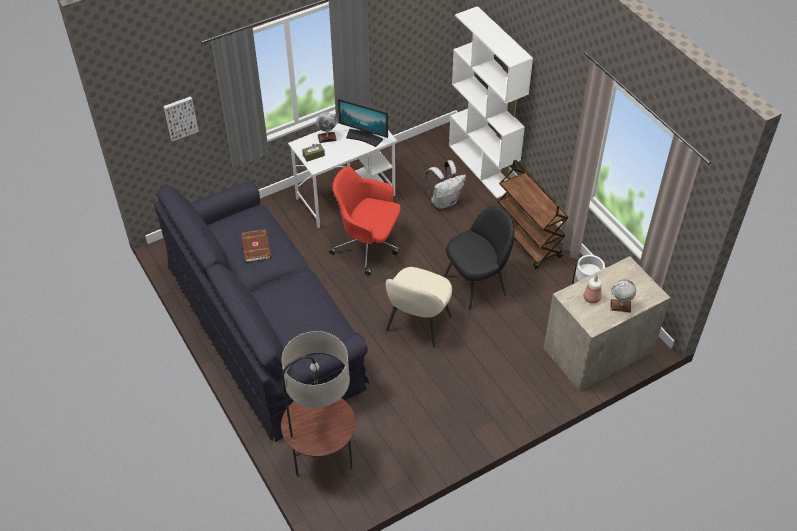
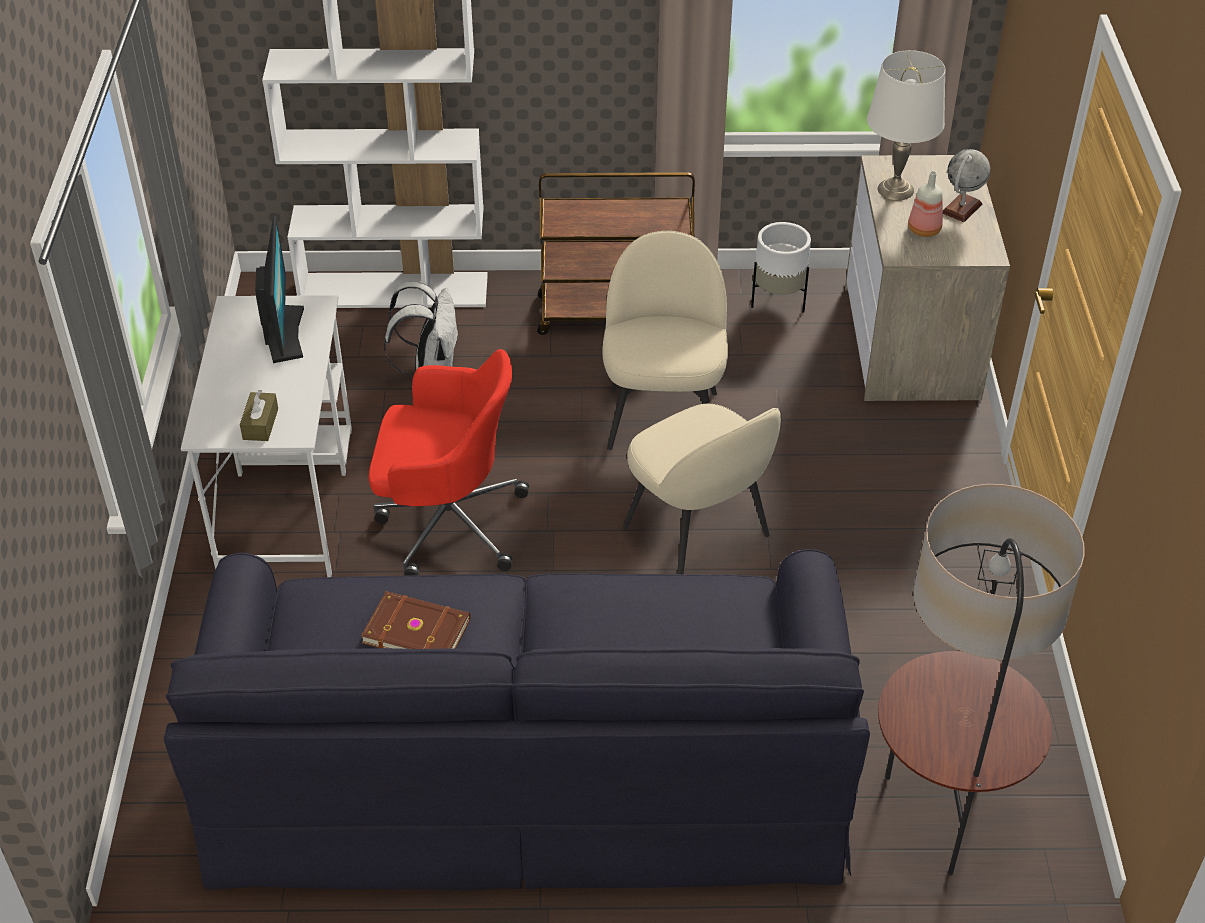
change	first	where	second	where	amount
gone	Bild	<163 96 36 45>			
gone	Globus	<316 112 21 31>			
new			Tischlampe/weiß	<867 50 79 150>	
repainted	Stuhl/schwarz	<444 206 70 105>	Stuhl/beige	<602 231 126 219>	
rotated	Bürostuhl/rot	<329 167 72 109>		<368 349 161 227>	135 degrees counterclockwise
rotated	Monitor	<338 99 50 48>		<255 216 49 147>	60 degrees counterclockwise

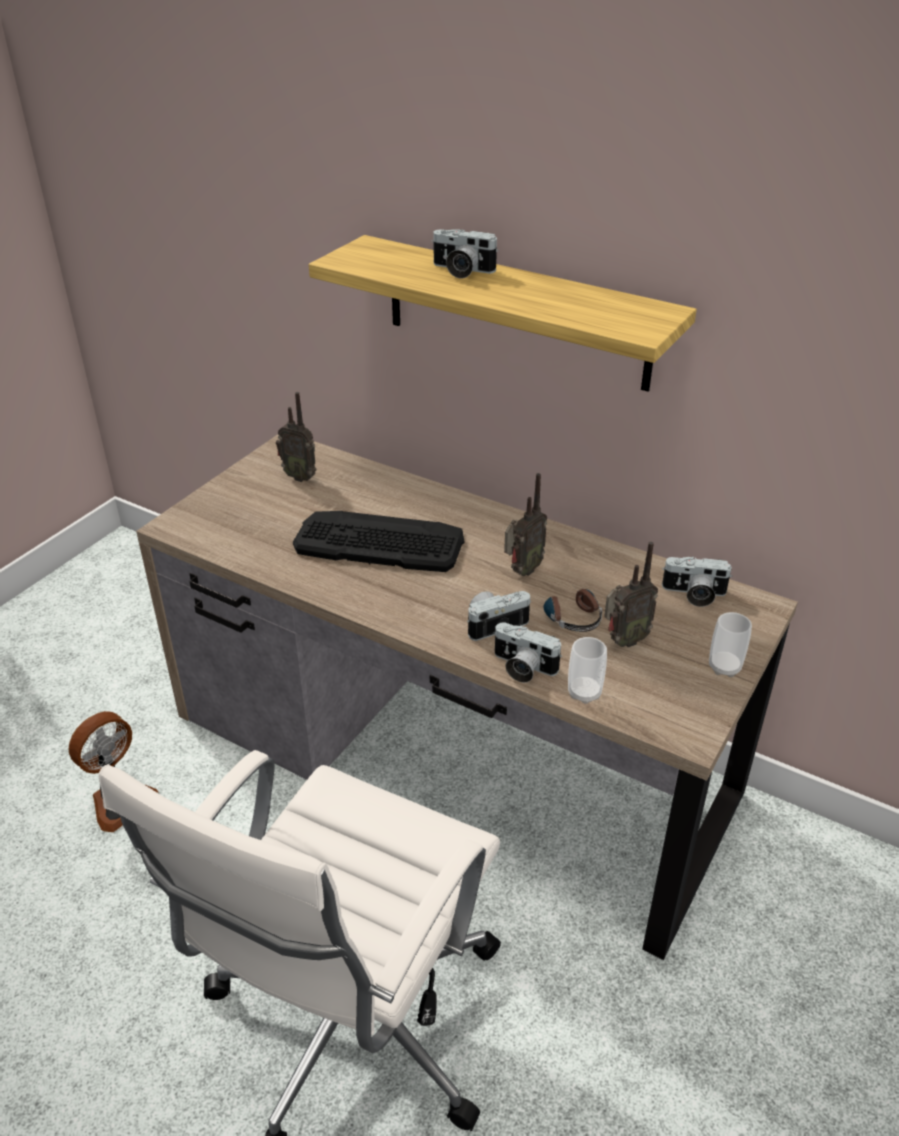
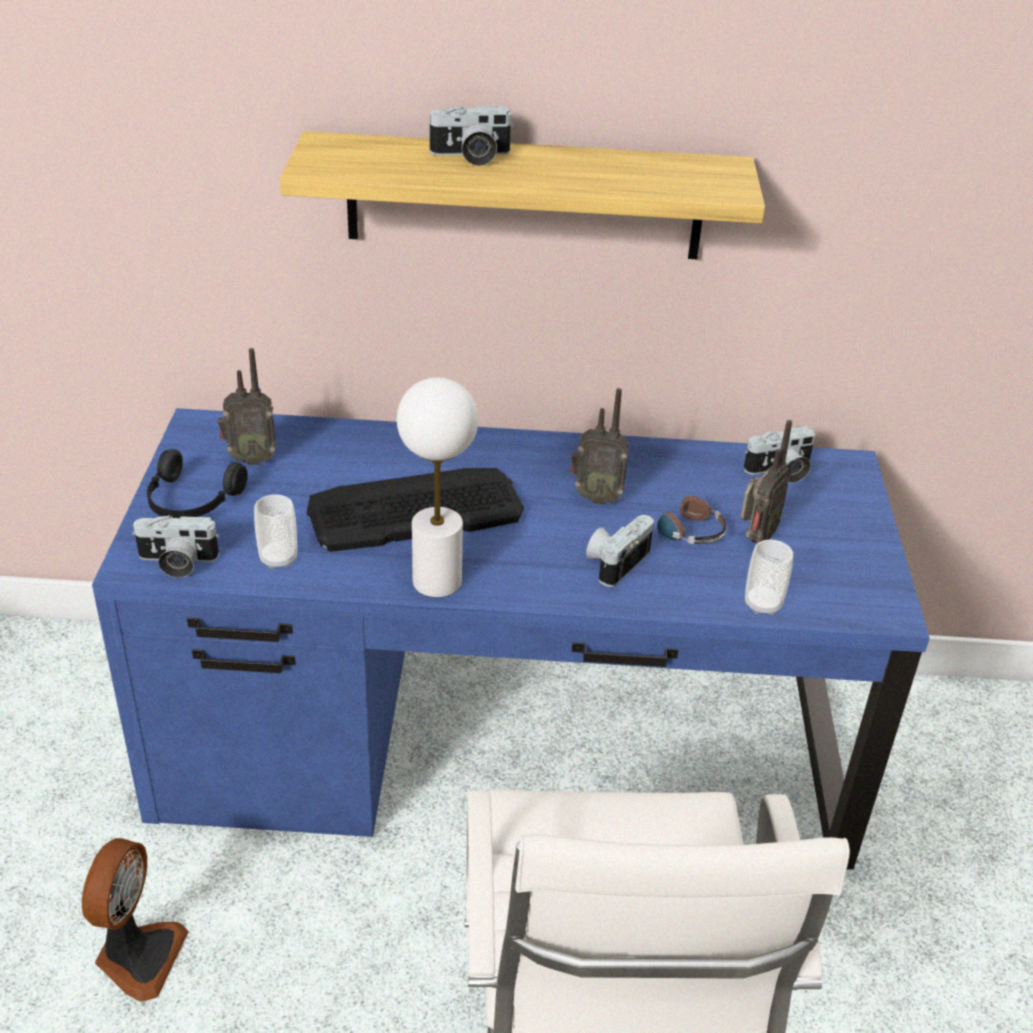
change	first	where	second	where	amount
new			Kopfhörer/schwarz	<147 449 101 69>	
new			Tischlampe/weiß	<397 377 81 220>	
shifted	Kamera	<494 622 68 61>		<132 515 87 63>	
shifted	Tasse	<709 612 43 65>		<254 494 43 75>	
repainted	Schreibtisch/braun	<136 435 662 525>	Schreibtisch/blau	<92 408 838 462>	
rotated	Radio	<504 473 43 103>		<570 388 59 117>	90 degrees clockwise

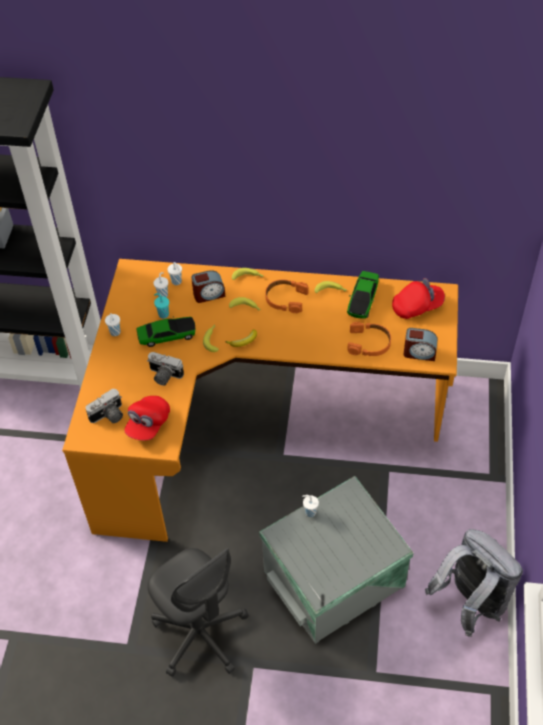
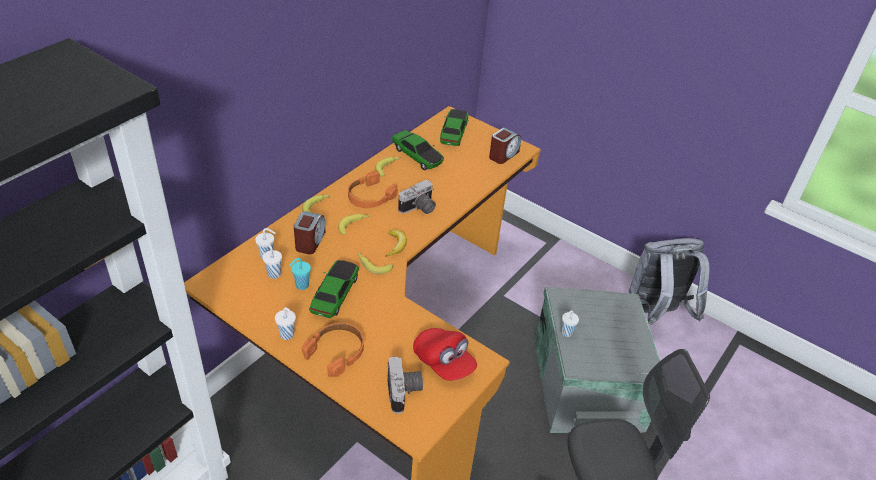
change	first	where	second	where	amount
shifted	Kamera	<147 352 37 34>		<398 180 38 34>	
shifted	Kopfhörer/orange	<347 322 44 34>		<302 323 62 54>	
swapped	Kappe/rot	<392 278 53 41>	Spielzeugauto	<440 109 29 37>	

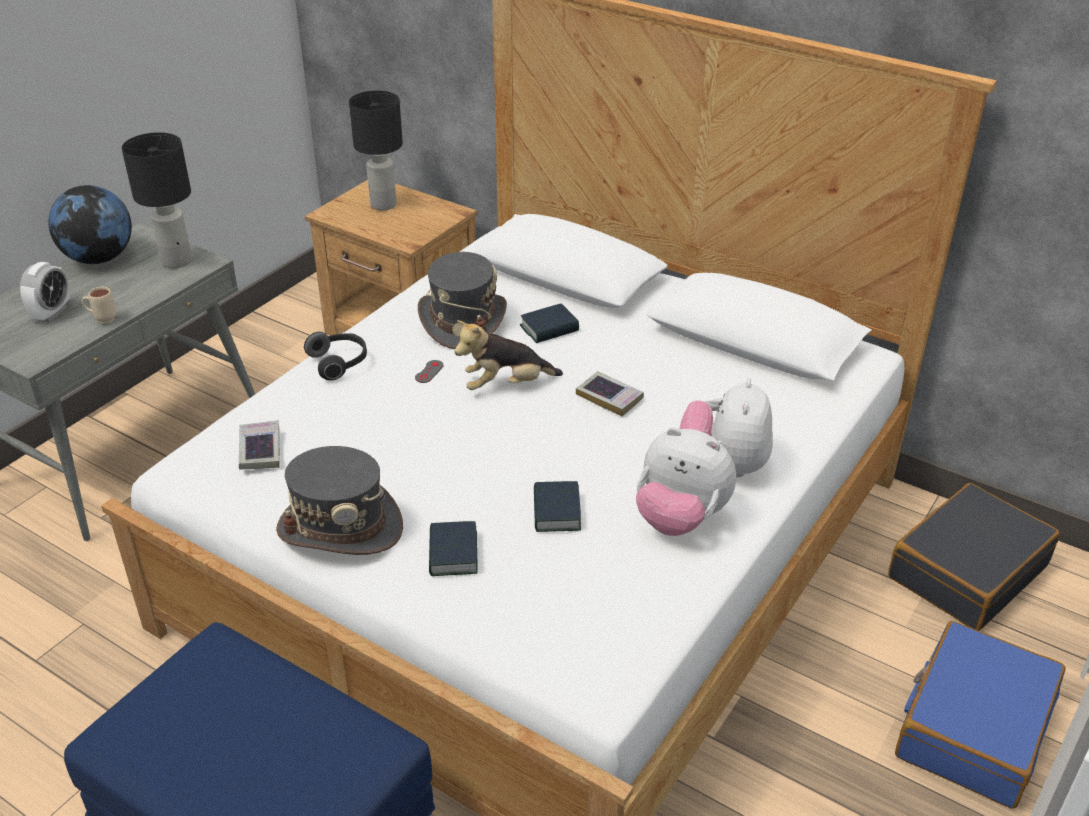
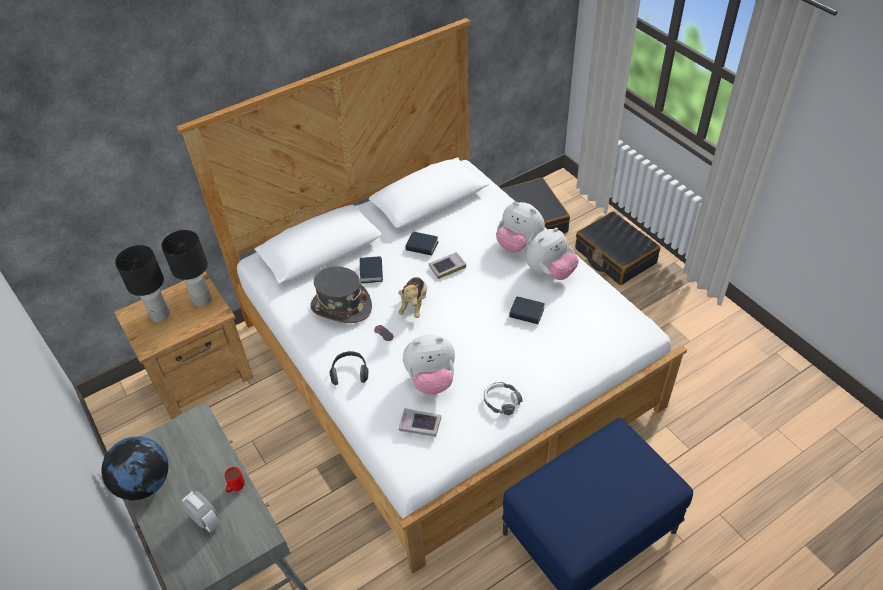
change	first	where	second	where	amount
new			Plüschtier	<403 335 52 60>	
shifted	Tischlampe/schwarz	<122 132 70 136>		<161 230 51 77>	
shifted	Buch	<429 521 49 55>		<405 232 34 24>	
swapped	Hut/grau	<276 446 127 109>	Kopfhörer	<484 382 39 33>	
repainted	Henkelbecher/beige	<82 287 34 37>	Henkelbecher/rot	<224 467 21 26>	
repainted	Koffer/blau	<895 621 171 188>	Koffer/schwarz	<575 212 85 73>	

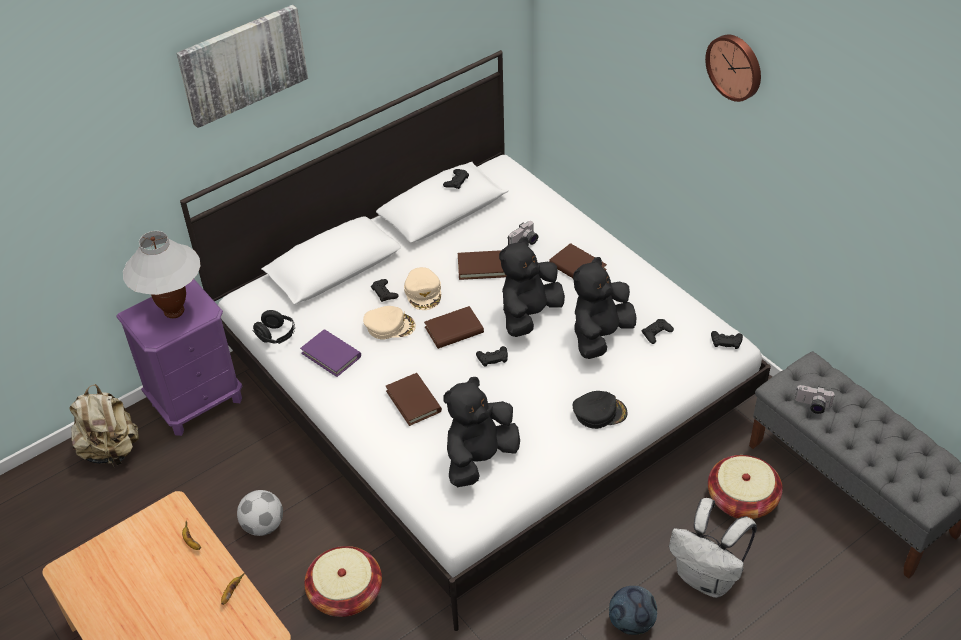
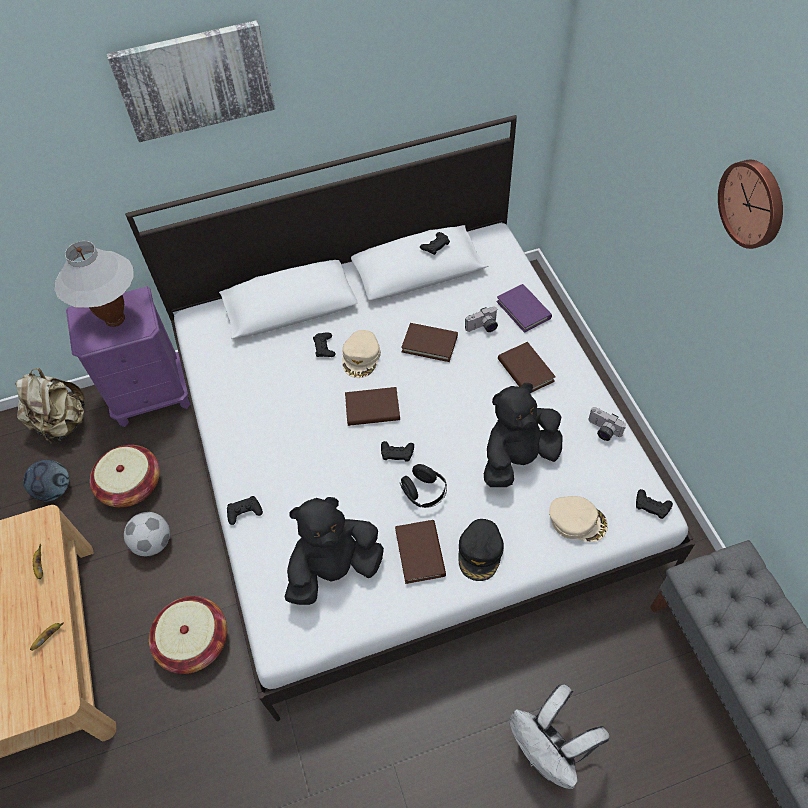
change	first	where	second	where	amount
gone	Plüschtier/schwarz	<499 237 66 100>			
shifted	Kopfhörer/schwarz	<253 310 42 34>		<400 464 47 44>	
shifted	Buch/lila	<300 329 61 48>		<496 284 56 49>	
shifted	Kappe/beige	<363 306 53 34>		<549 496 59 46>	
shifted	Buch/braun	<386 373 56 53>		<395 520 51 64>	
shifted	Fußball	<609 586 48 49>		<23 460 46 41>	
shifted	Gamepad/schwarz	<642 319 32 25>		<227 496 36 29>	
shifted	Korb	<708 455 75 64>		<90 445 70 62>	
shifted	Kamera	<795 385 40 29>		<588 407 38 34>	
rotated	Kappe/schwarz	<573 391 54 38>		<458 519 46 62>	90 degrees clockwise

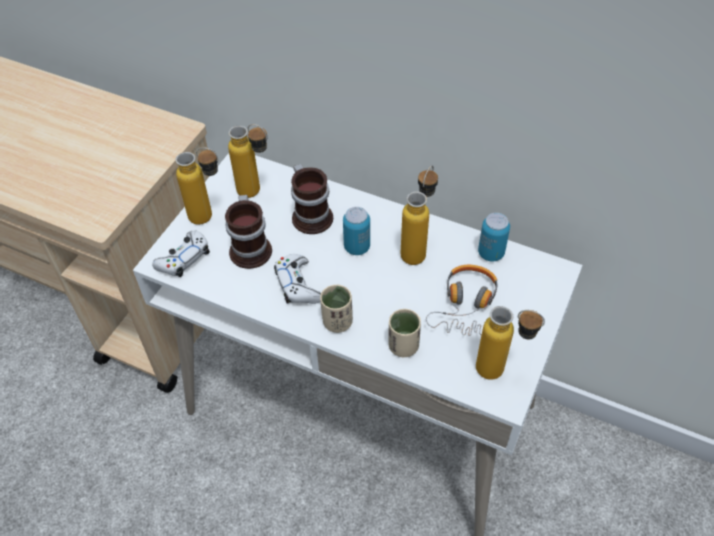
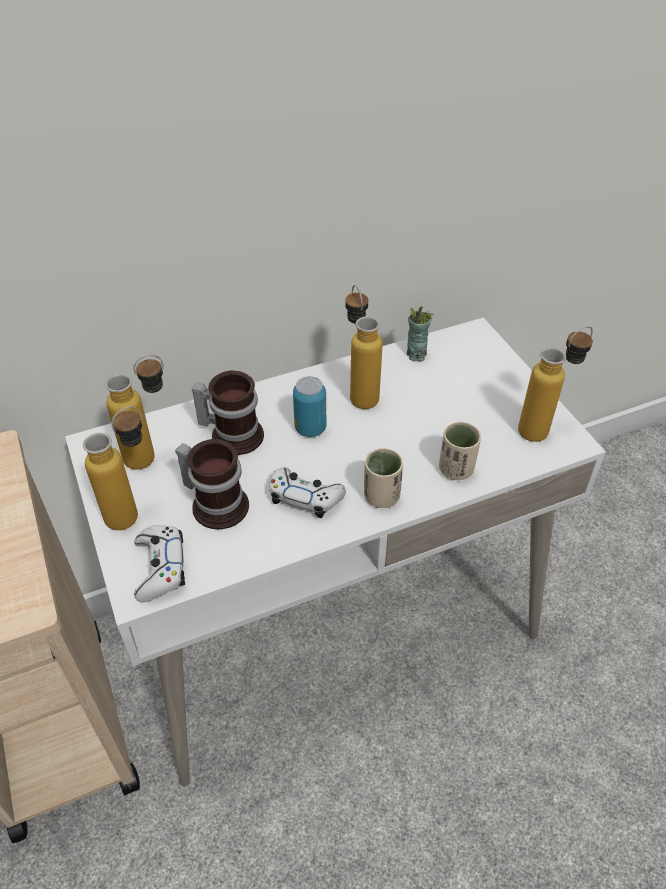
change	first	where	second	where	amount
gone	Kopfhörer	<426 265 72 71>			
swapped	Dose	<478 213 32 48>	Tasse	<407 306 27 56>	

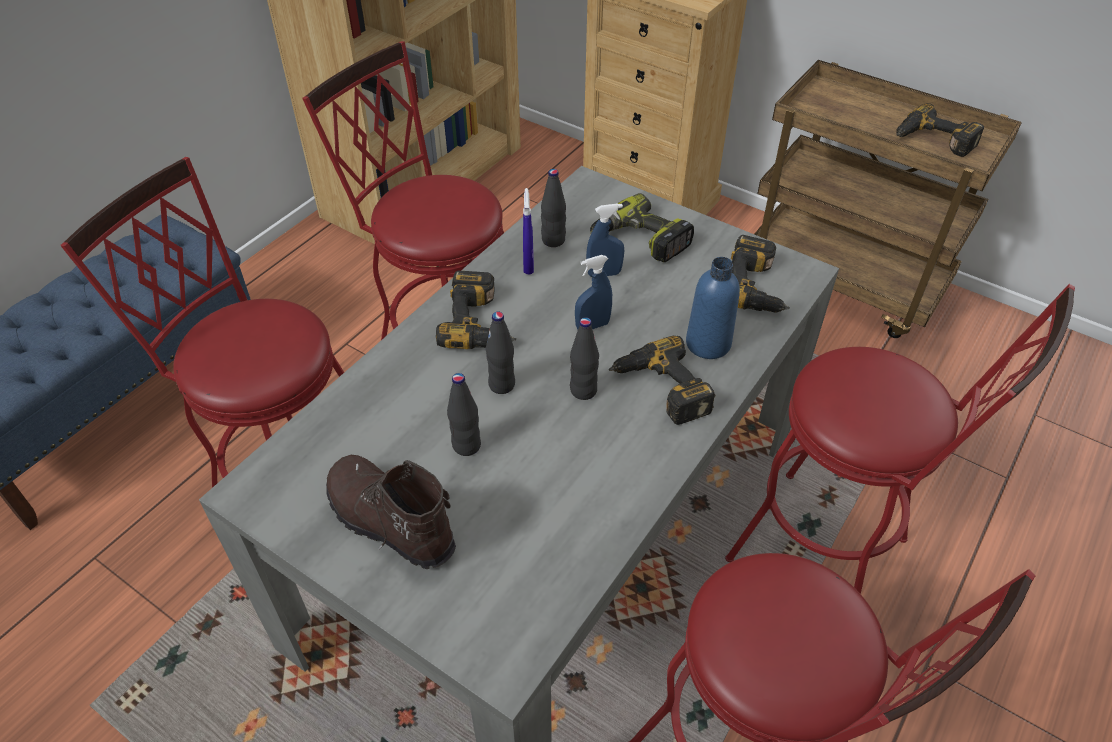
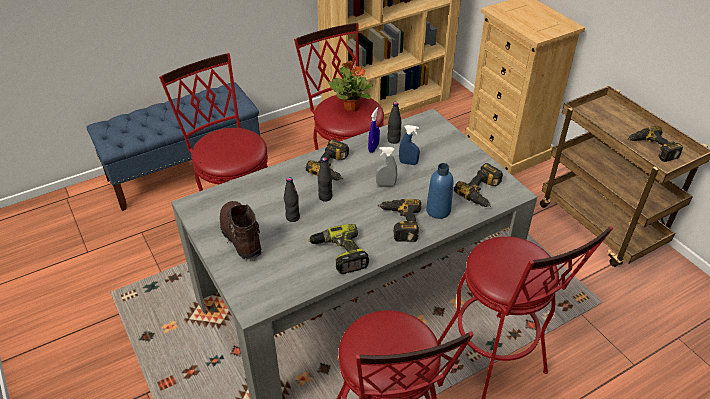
change	first	where	second	where	amount
gone	Flasche/schwarz	<570 317 29 83>			
new			Topfpflanze	<328 61 45 50>	
shifted	Bohrmaschine	<590 193 104 69>		<308 224 61 50>	
repainted	Sprühflasche/blau	<575 255 37 74>	Sprühflasche/grau	<376 147 21 39>	

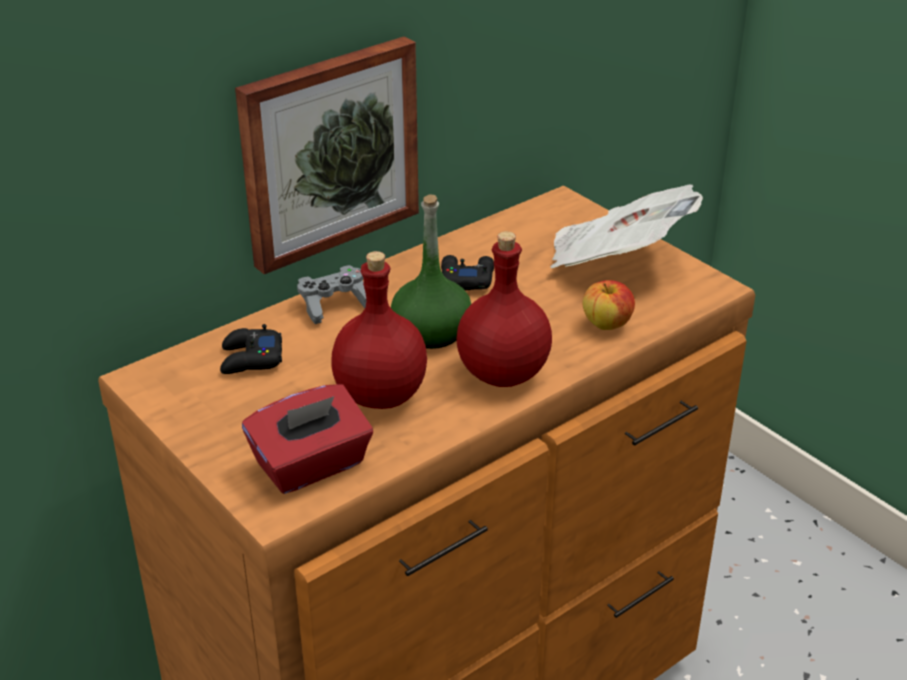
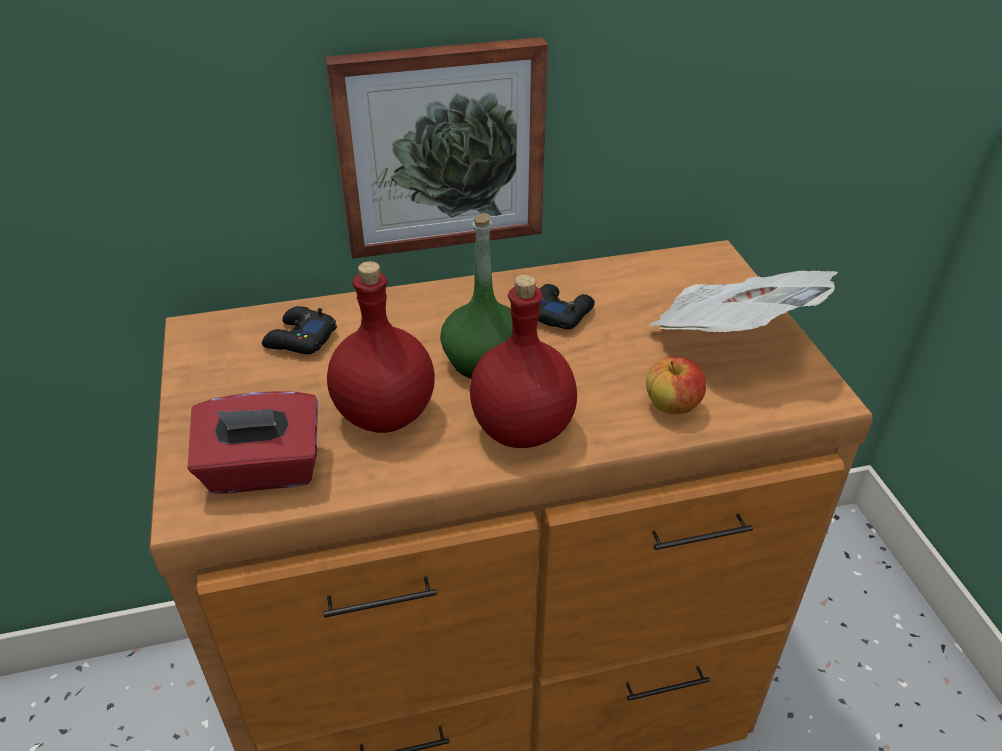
change	first	where	second	where	amount
gone	Gamepad/grau	<297 265 69 59>			

